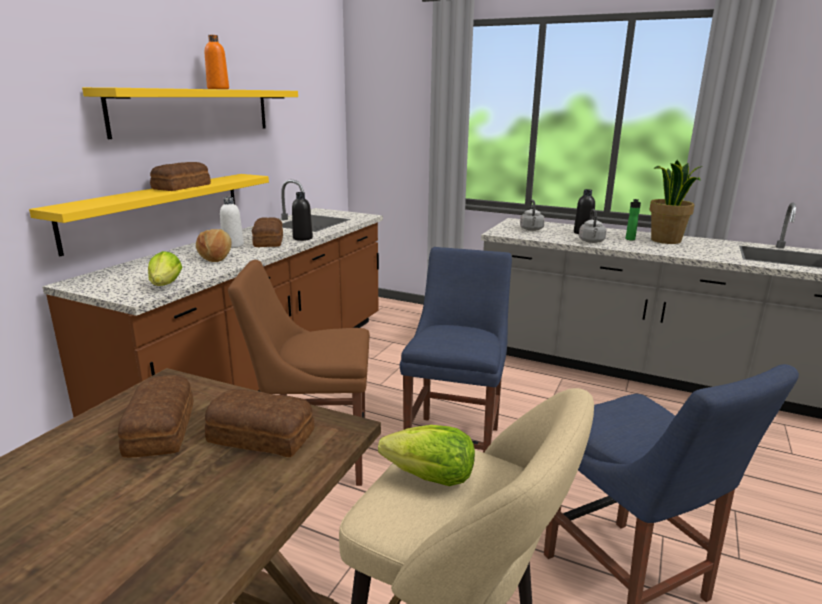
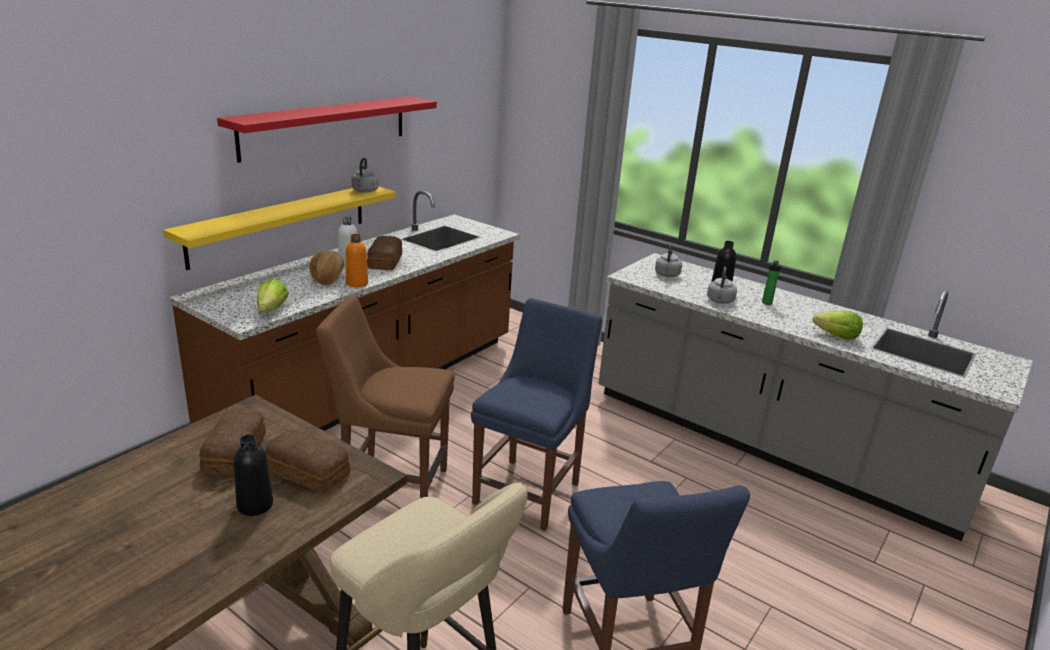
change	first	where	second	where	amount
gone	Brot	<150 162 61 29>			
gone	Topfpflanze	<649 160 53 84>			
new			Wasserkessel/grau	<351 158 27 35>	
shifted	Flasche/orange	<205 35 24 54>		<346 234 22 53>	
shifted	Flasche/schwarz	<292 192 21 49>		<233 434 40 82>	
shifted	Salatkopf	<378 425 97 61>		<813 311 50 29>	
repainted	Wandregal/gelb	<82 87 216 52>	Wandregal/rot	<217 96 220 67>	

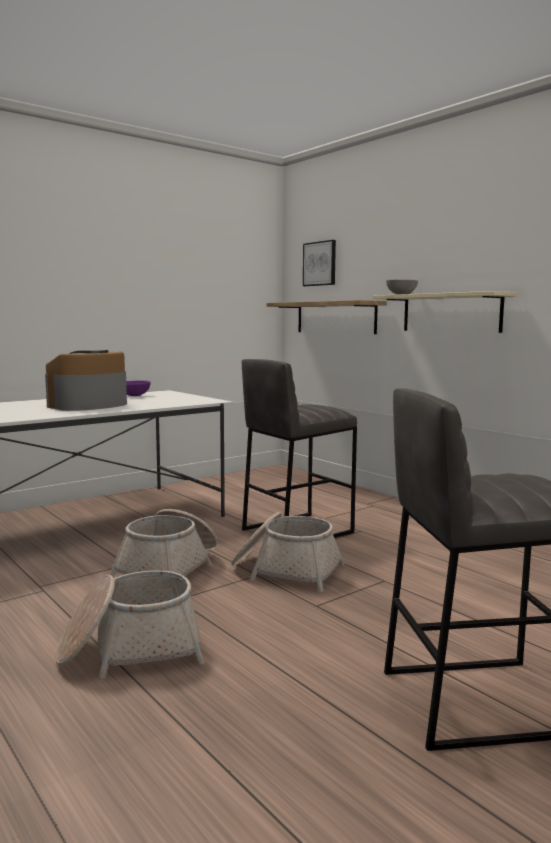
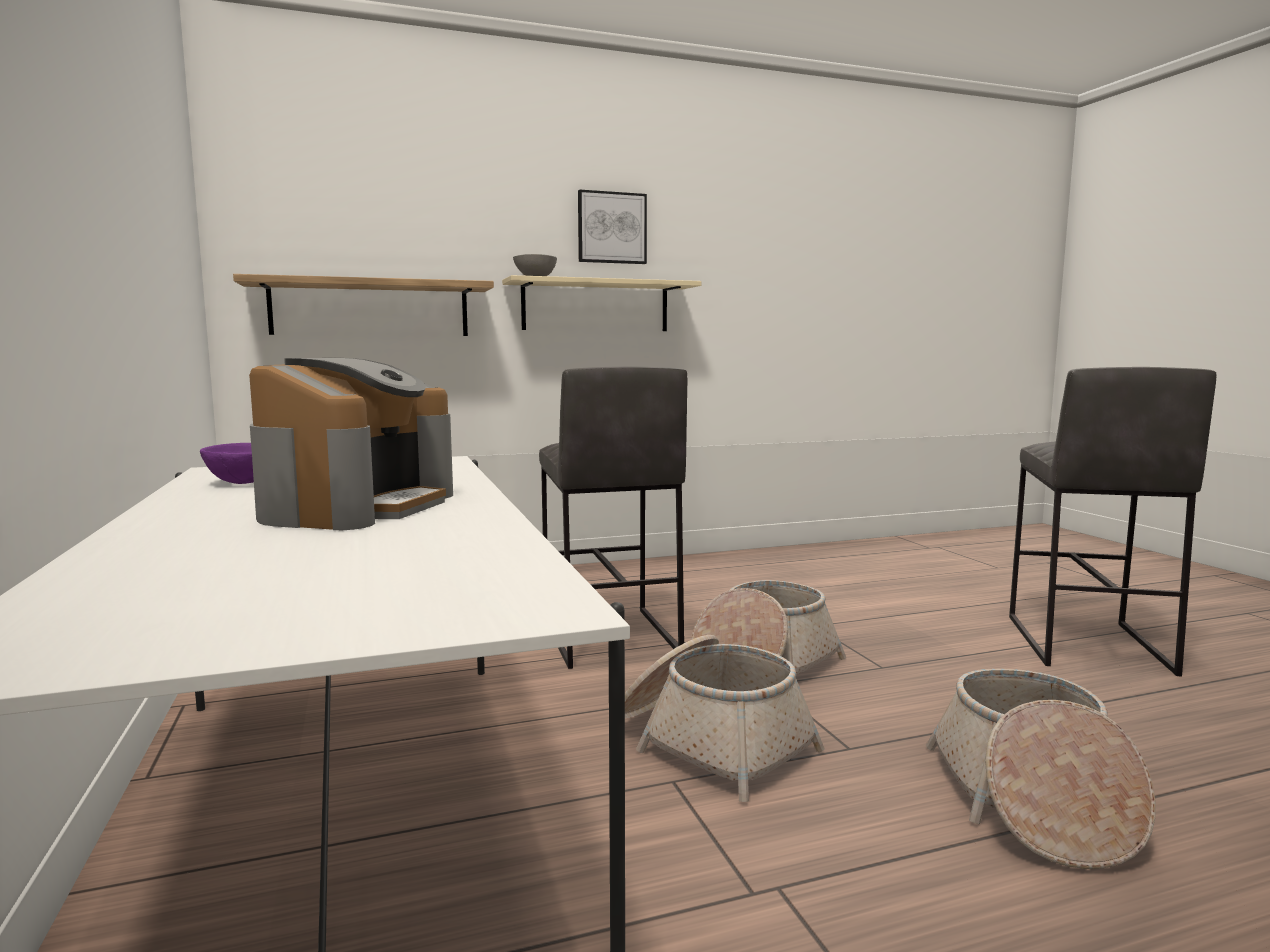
change	first	where	second	where	amount
shifted	Bild	<303 240 33 46>		<578 190 69 74>	
rotated	Kaffeemaschine	<45 350 82 61>		<249 358 204 172>	135 degrees counterclockwise

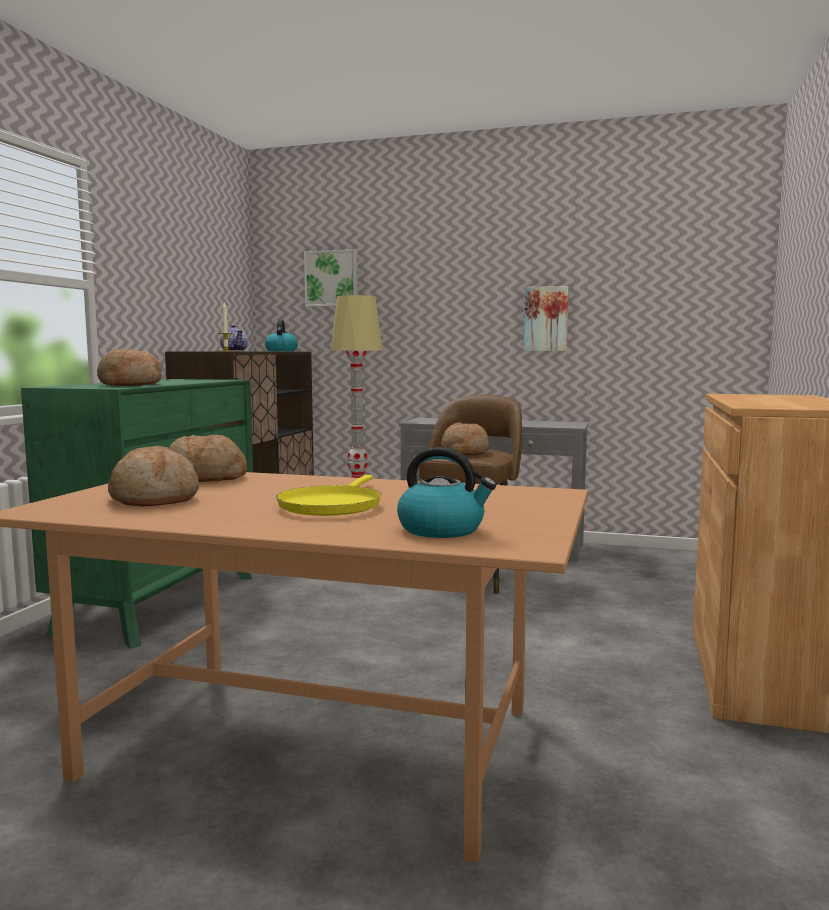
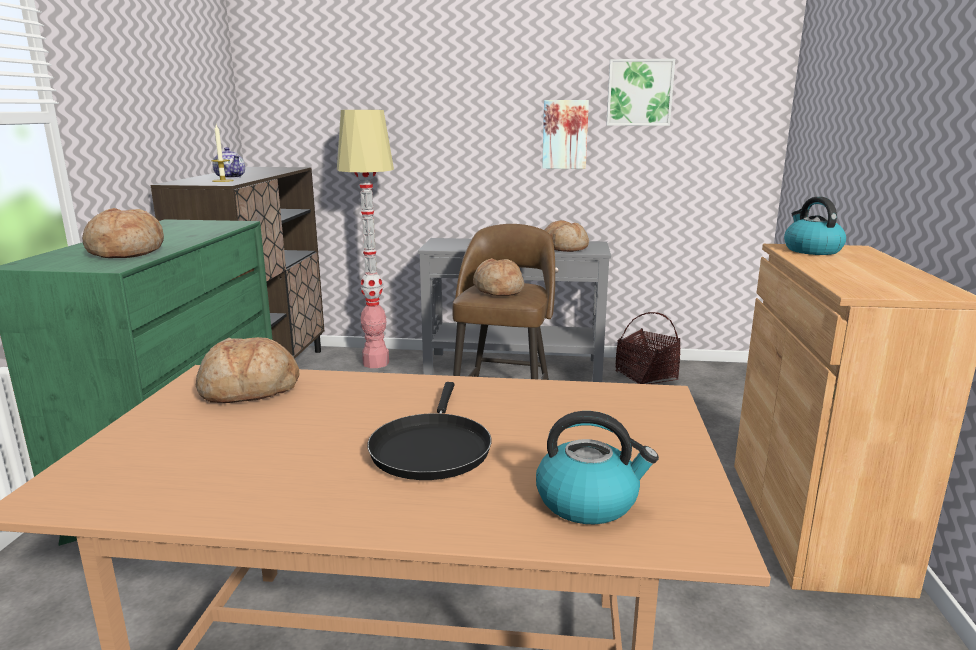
change	first	where	second	where	amount
new			Korb	<615 312 65 72>	
shifted	Brot	<108 446 91 60>		<544 220 45 32>	
shifted	Wasserkessel	<265 320 33 31>		<784 197 62 58>	
shifted	Bild	<304 249 53 58>		<606 59 69 67>	
repainted	Pfanne/gelb	<276 475 105 41>	Pfanne/schwarz	<367 382 125 98>	

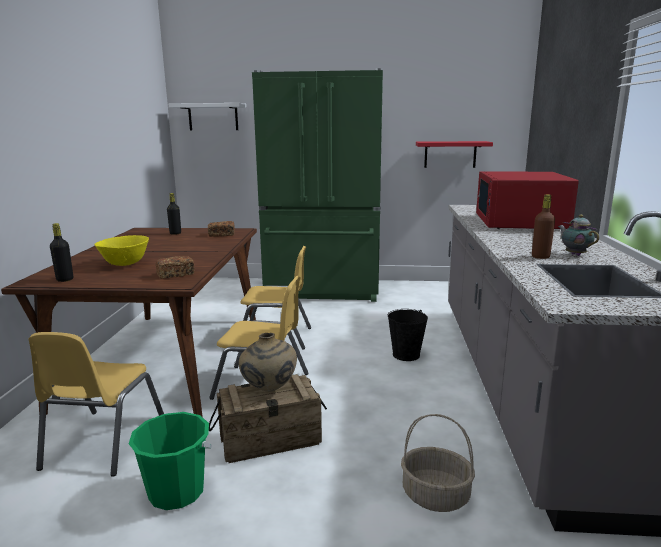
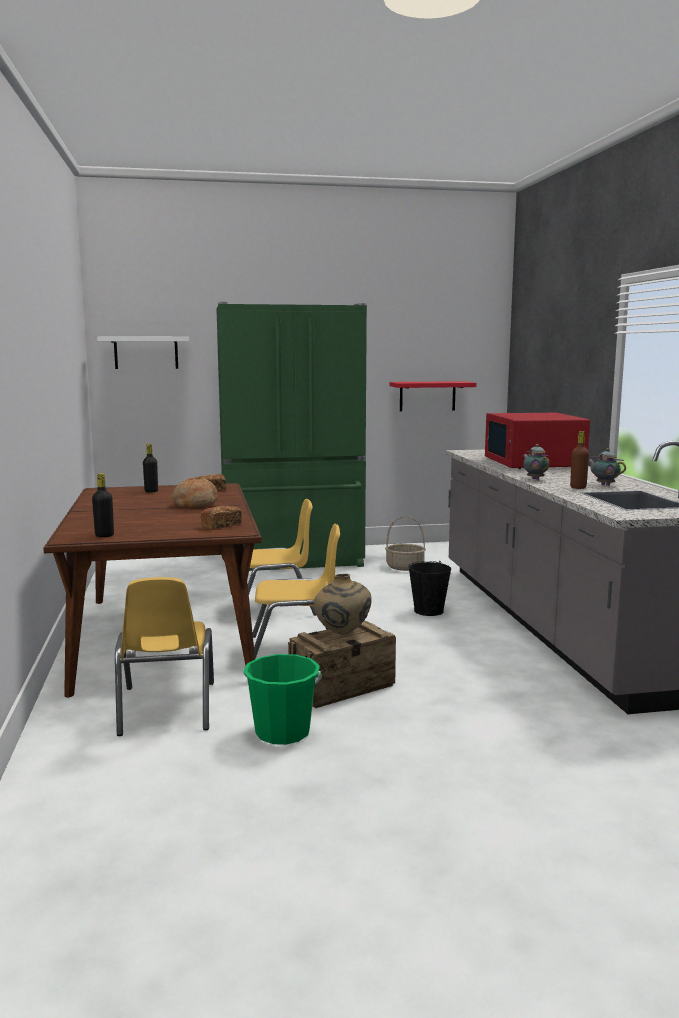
change	first	where	second	where	amount
gone	Schüssel/gelb	<94 235 55 31>			
new			Brot	<172 478 46 31>	
new			Teekanne	<523 444 26 36>	
shifted	Korb	<401 414 74 98>		<385 516 41 55>	

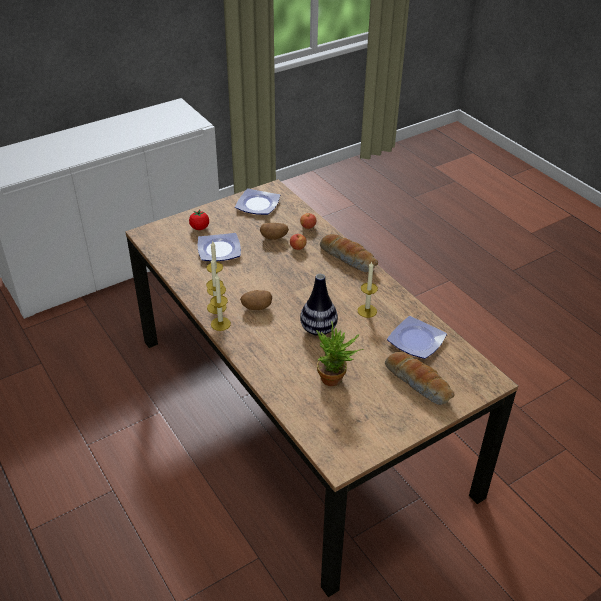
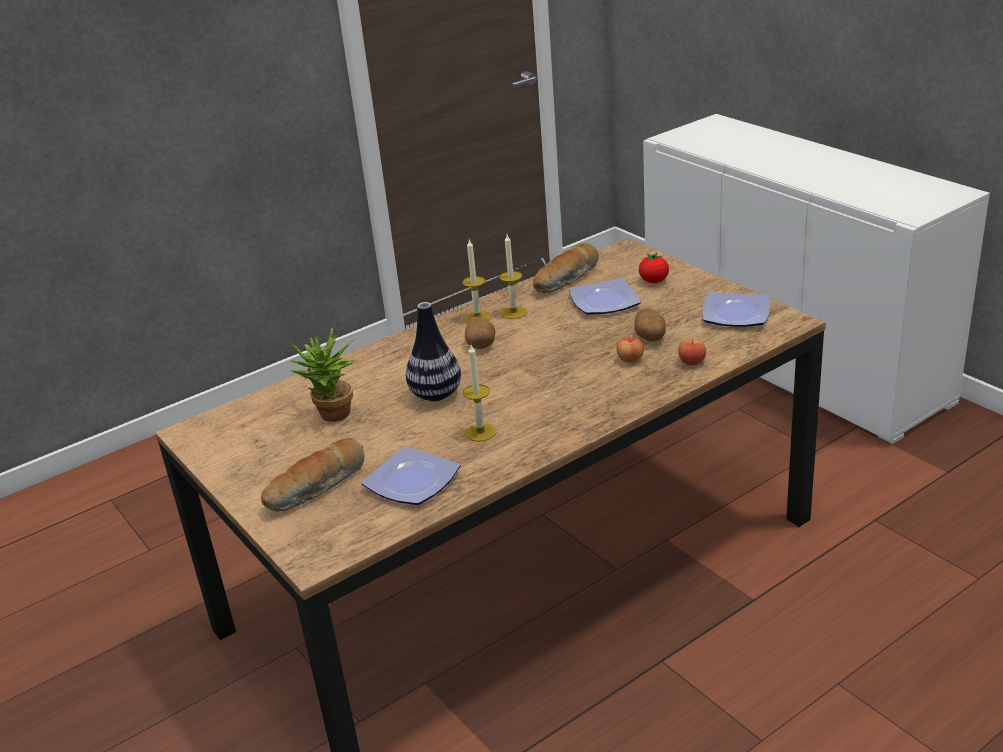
change	first	where	second	where	amount
gone	Kerze	<210 275 21 56>			
shifted	Brot	<320 234 58 39>		<533 243 66 50>	

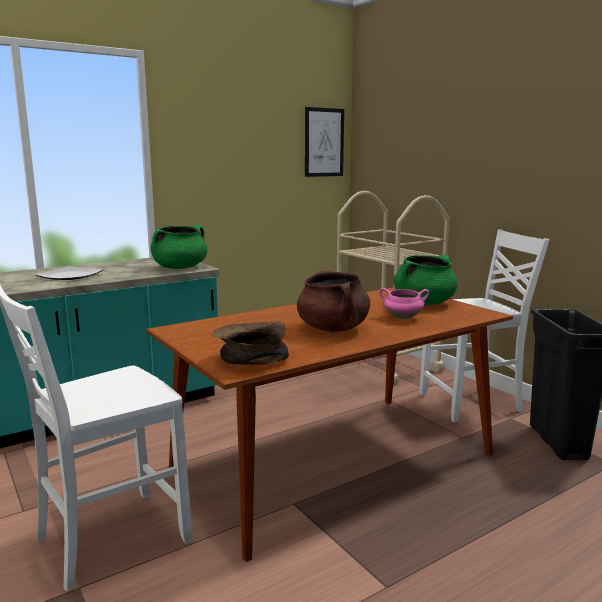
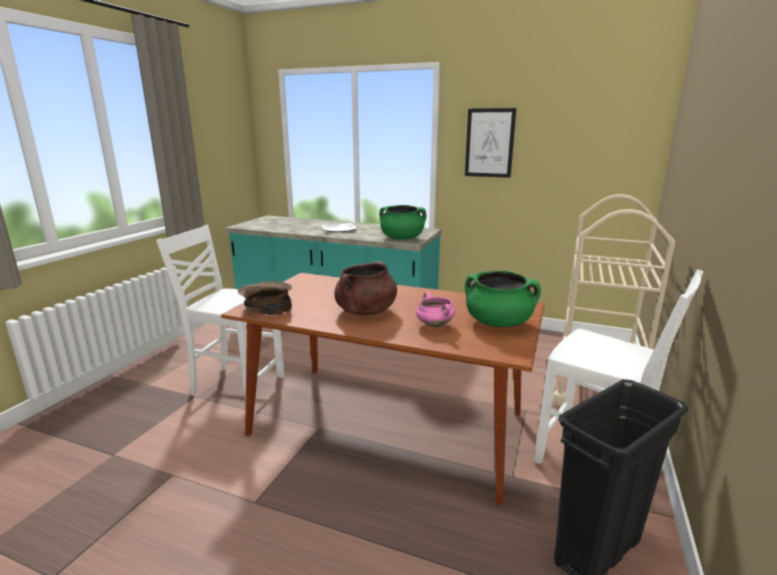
change	first	where	second	where	amount
shifted	Bild	<305 107 39 70>		<465 108 51 70>	

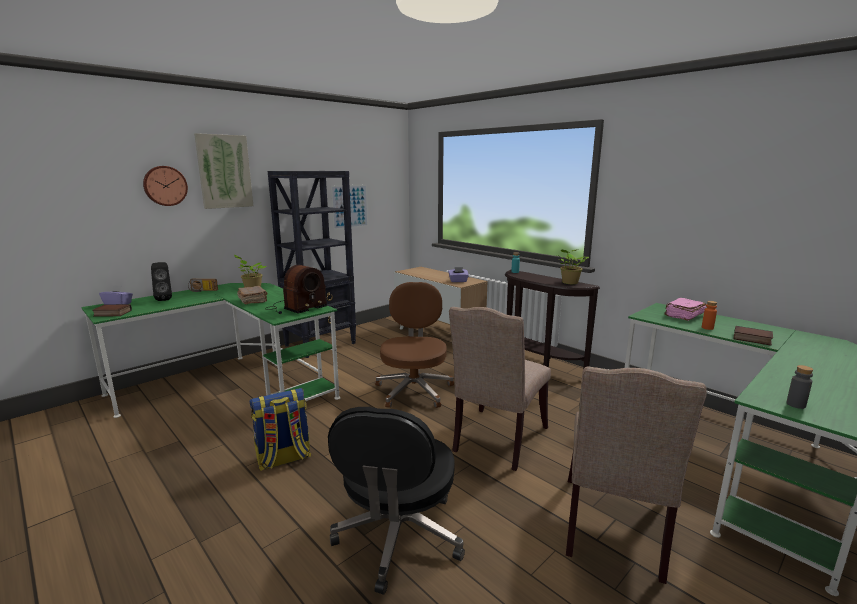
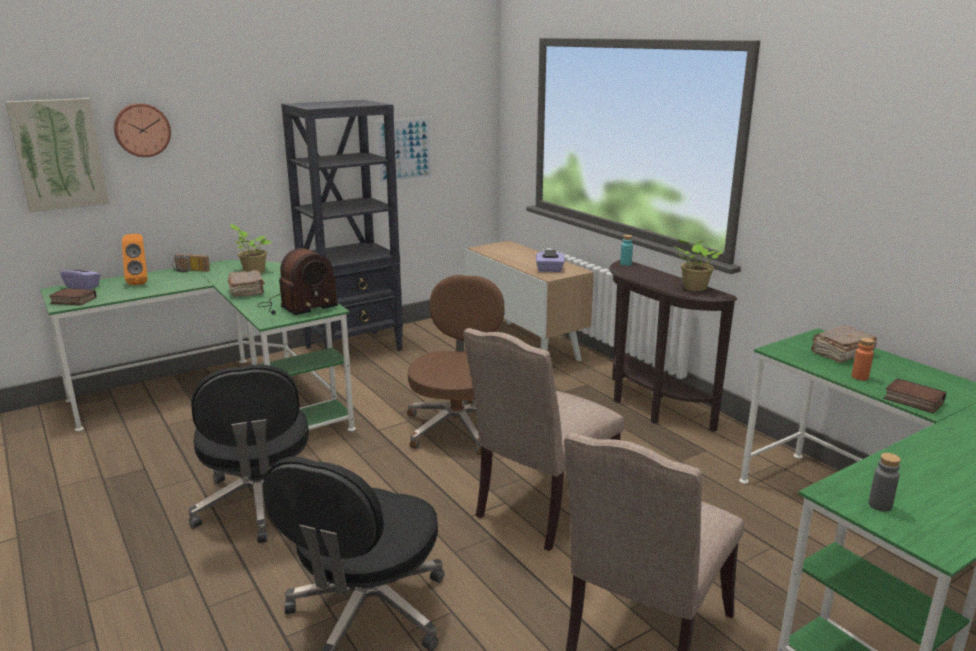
change	first	where	second	where	amount
shifted	Bild	<194 133 59 76>		<5 98 104 114>	
swapped	Rucksack	<249 388 62 83>	Bürostuhl/schwarz	<189 365 120 178>	
repainted	Lautsprecher/schwarz	<151 262 21 39>	Lautsprecher/orange	<122 234 25 51>	
repainted	Buch/rosa	<665 298 41 23>	Buch/braun	<811 326 67 37>	

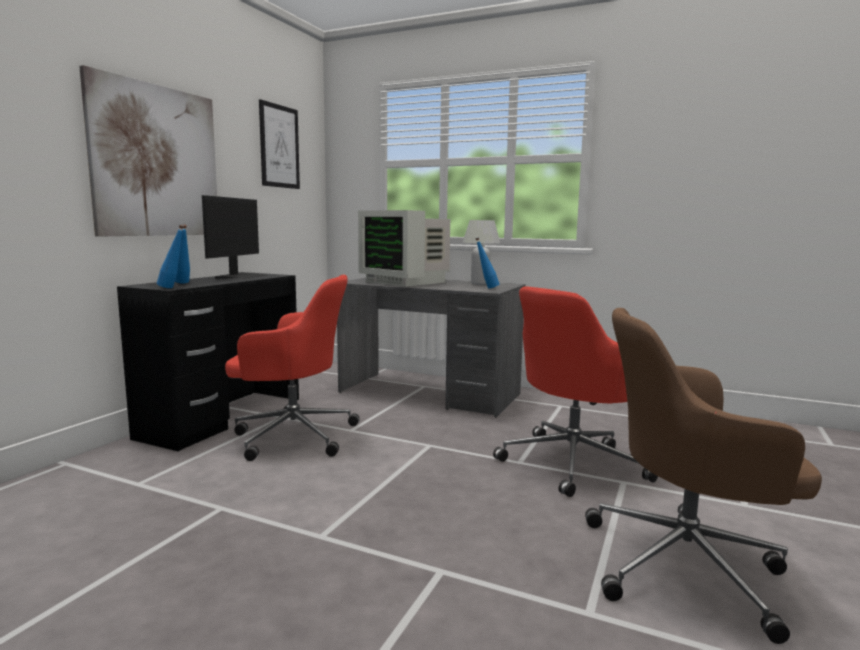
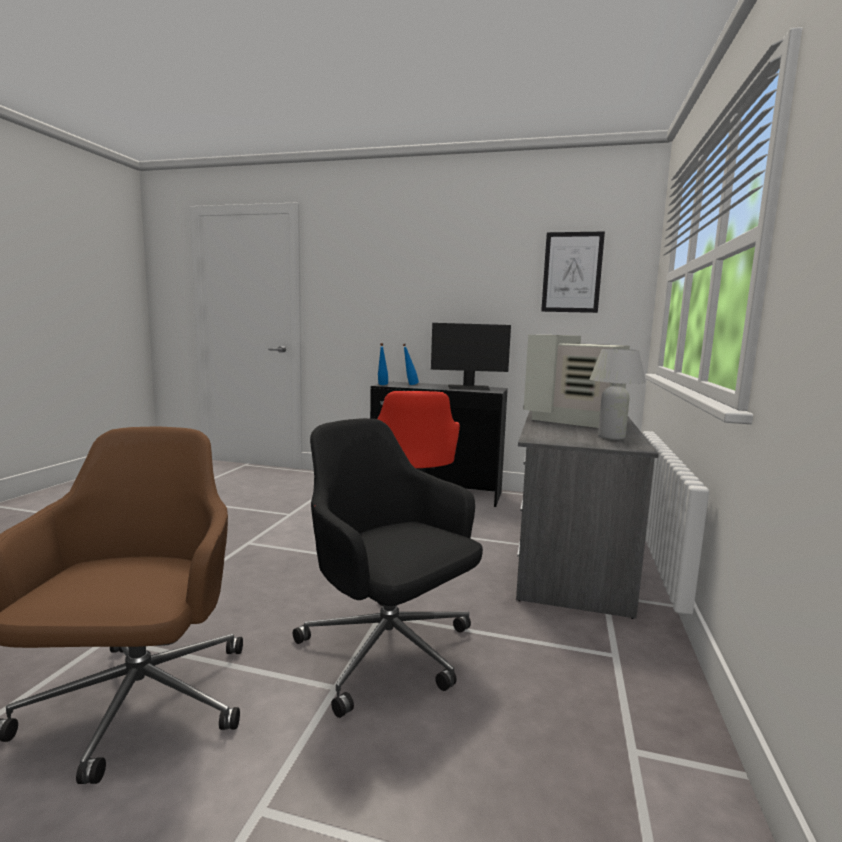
change	first	where	second	where	amount
gone	Bild	<79 65 138 172>			
gone	Flasche/blau	<475 237 24 51>			
repainted	Bürostuhl/rot	<493 286 165 211>	Bürostuhl/schwarz	<293 418 190 300>	

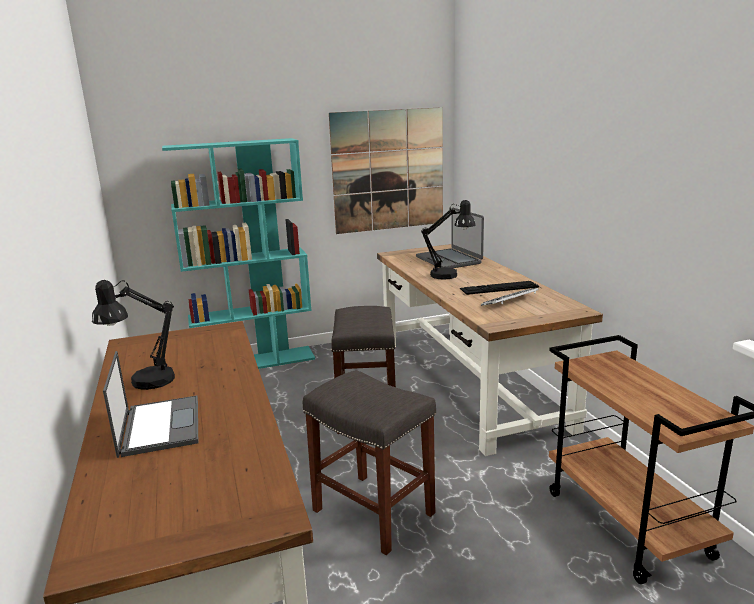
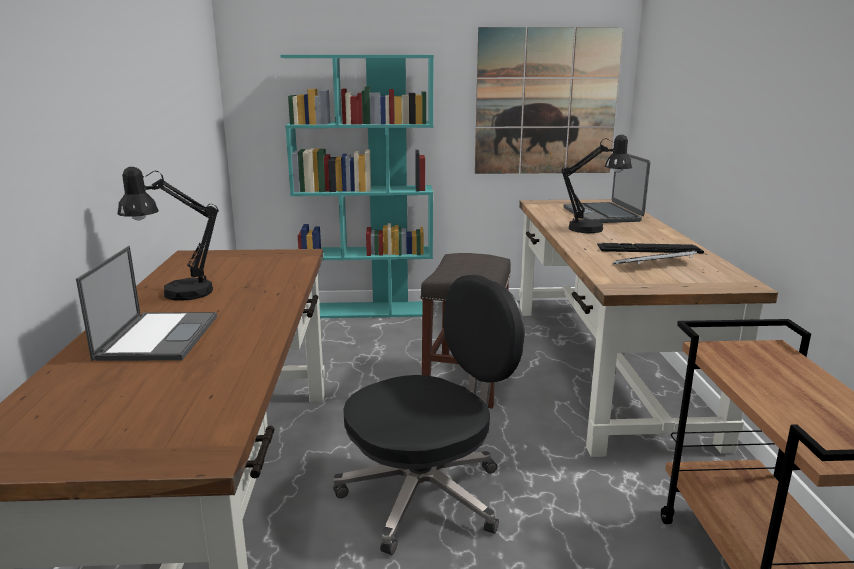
change	first	where	second	where	amount
swapped	Hocker/grau	<303 370 133 185>	Bürostuhl/schwarz	<333 275 192 280>	

